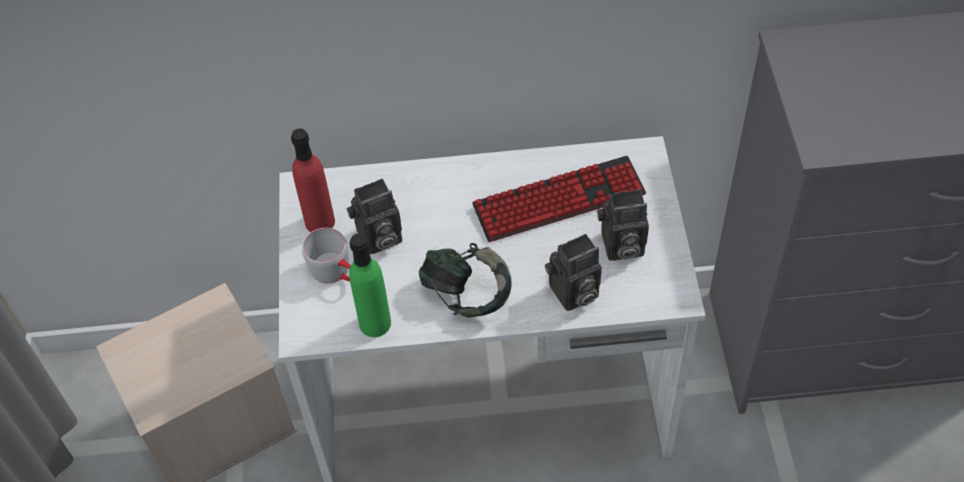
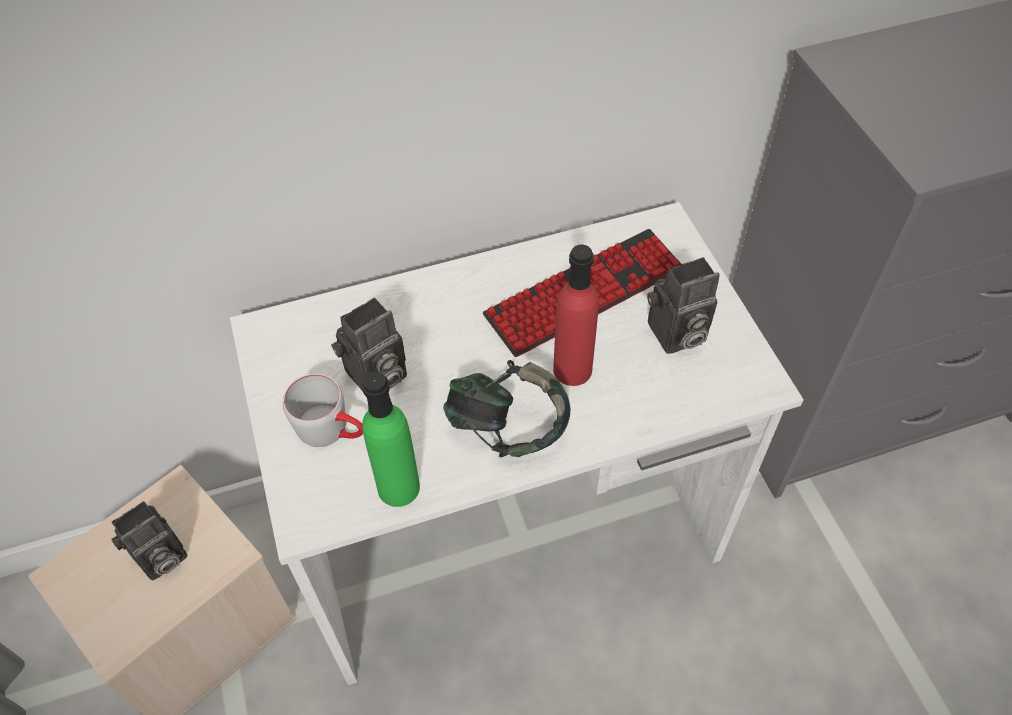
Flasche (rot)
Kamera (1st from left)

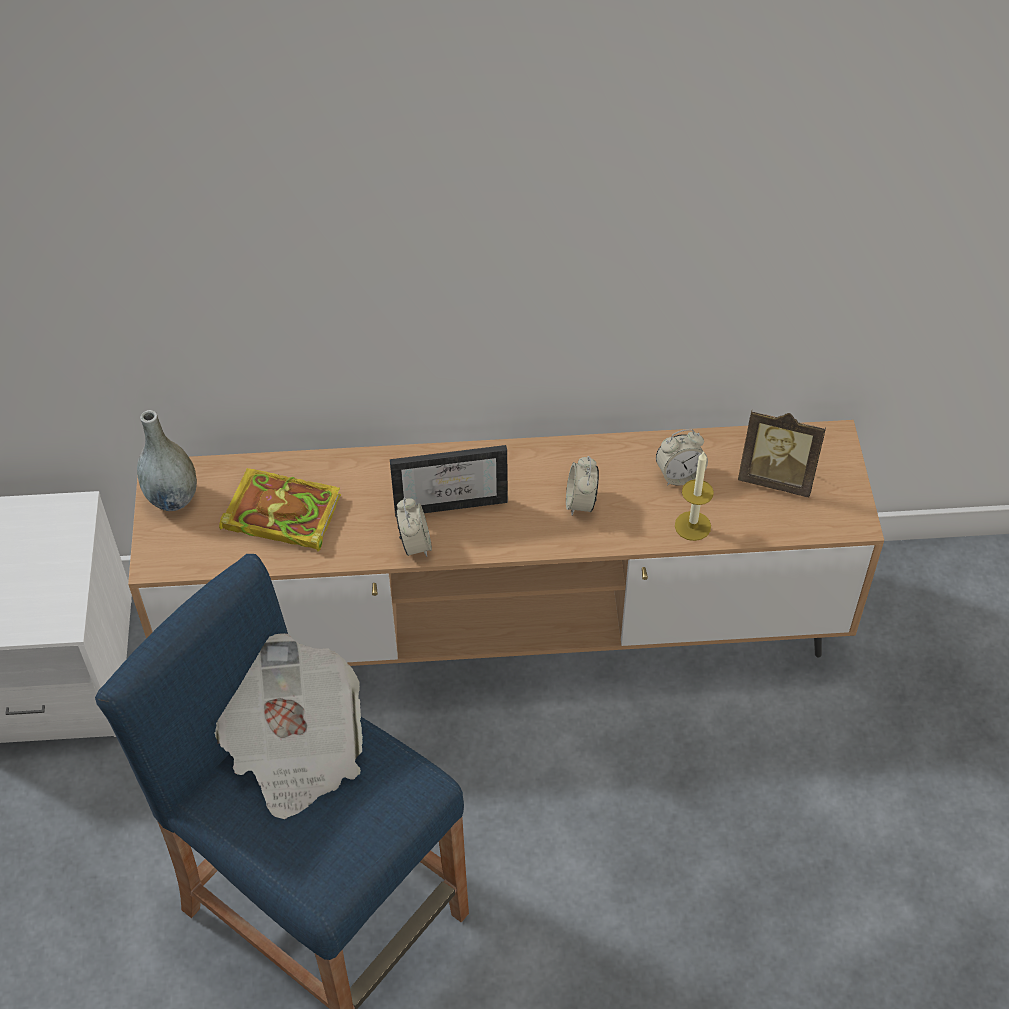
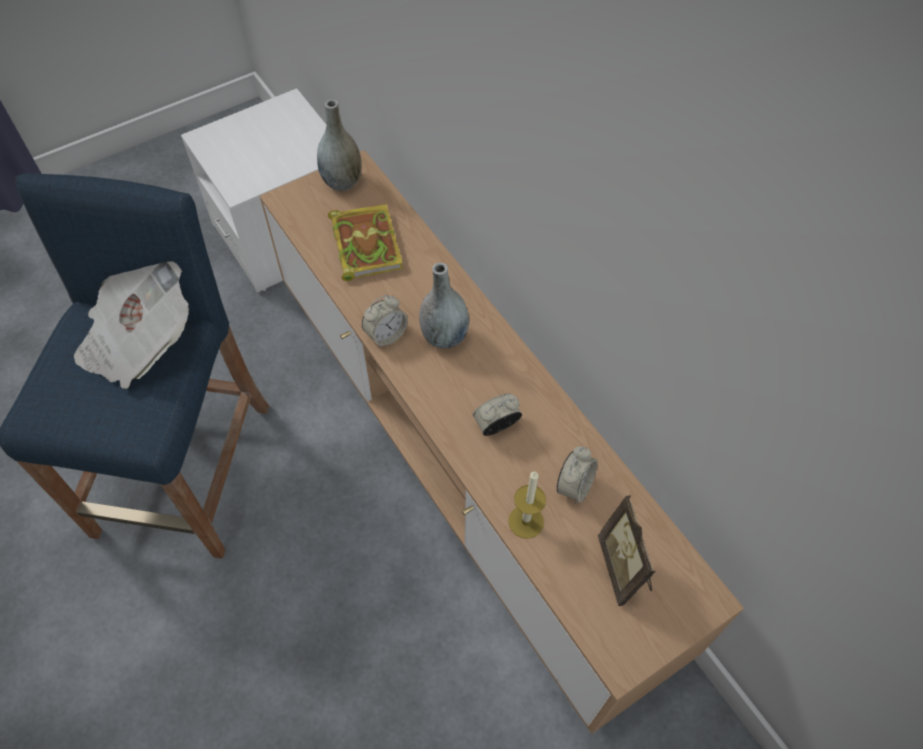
Vase (grau) (2nd from left)
Wecker (3rd from left)

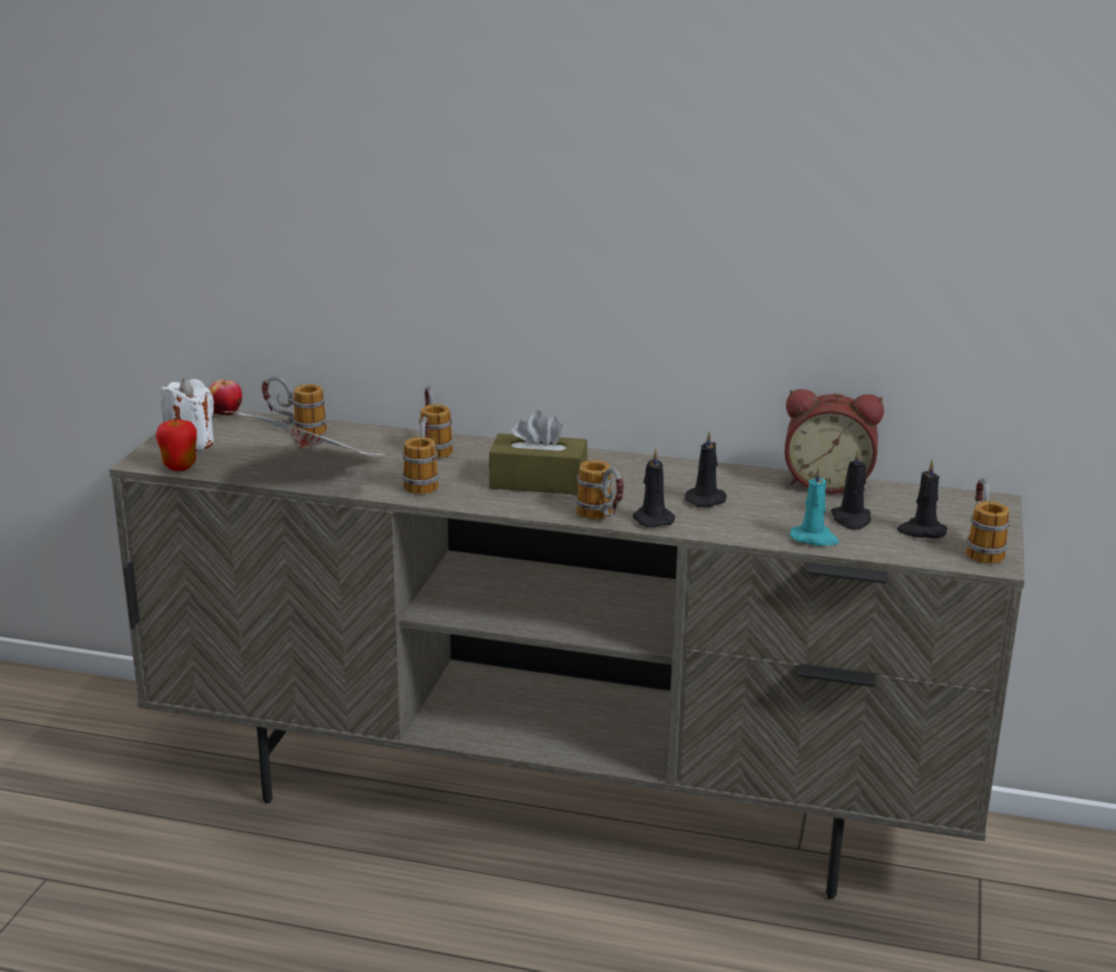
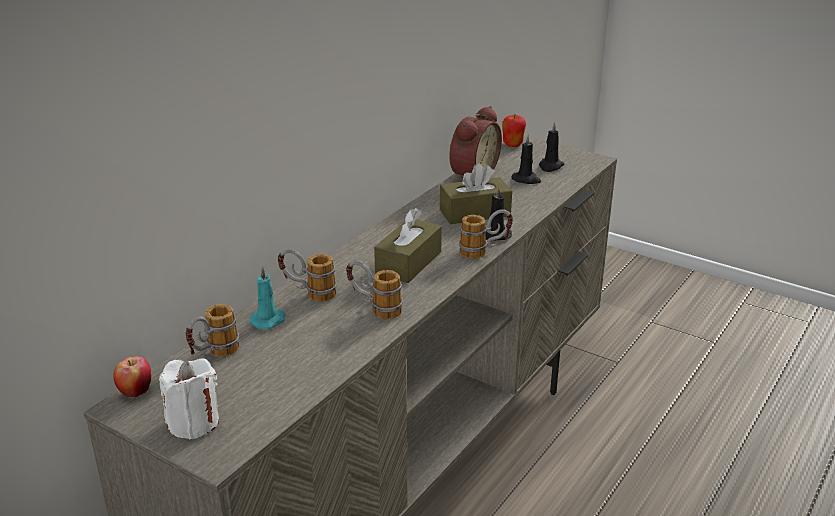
Apfel (2nd from left)
Zeitung
Taschentuchbox (braun) (2nd from left)
Kerze (türkis)
Henkelbecher (5th from left in the first image)

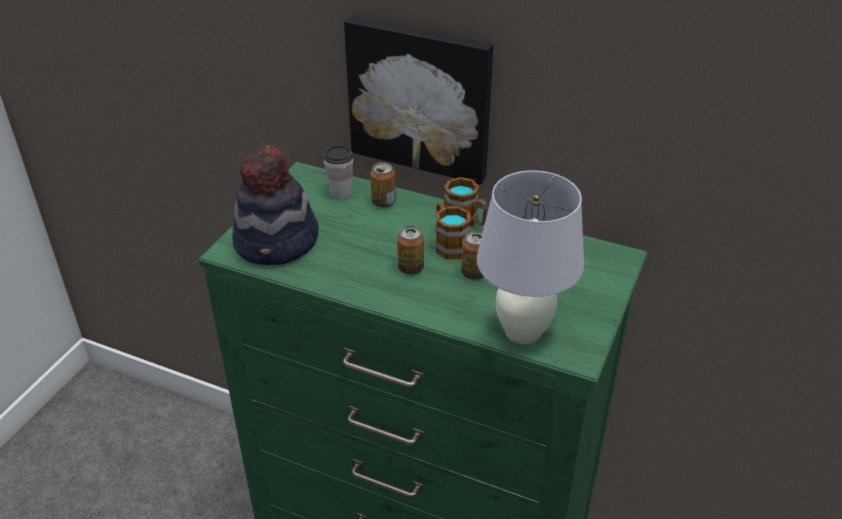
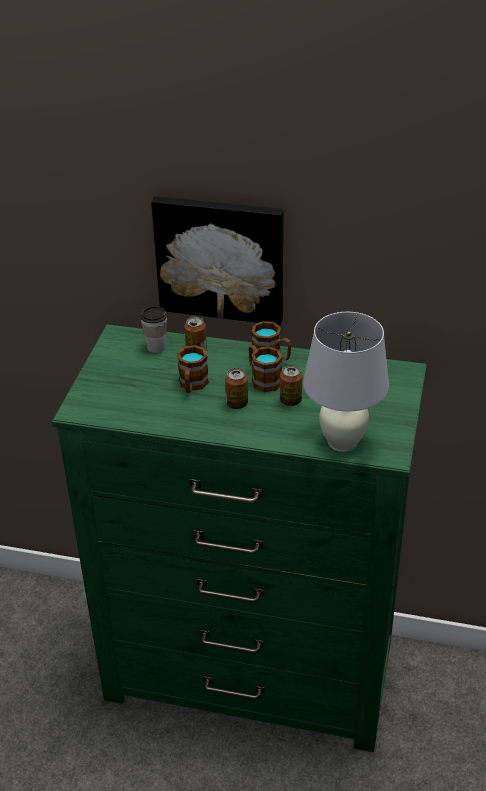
Hut
Henkelbecher (1st from left)

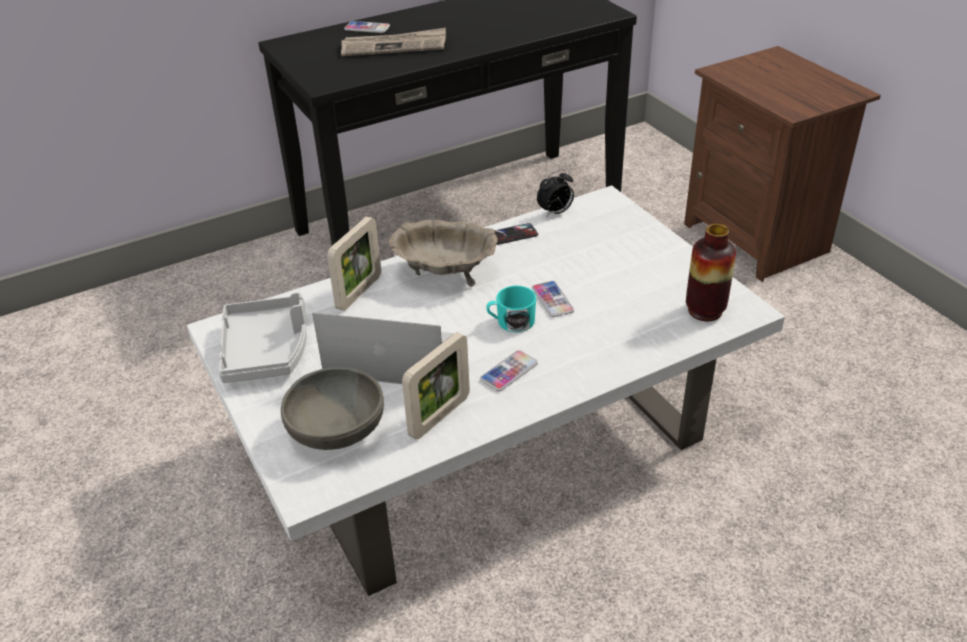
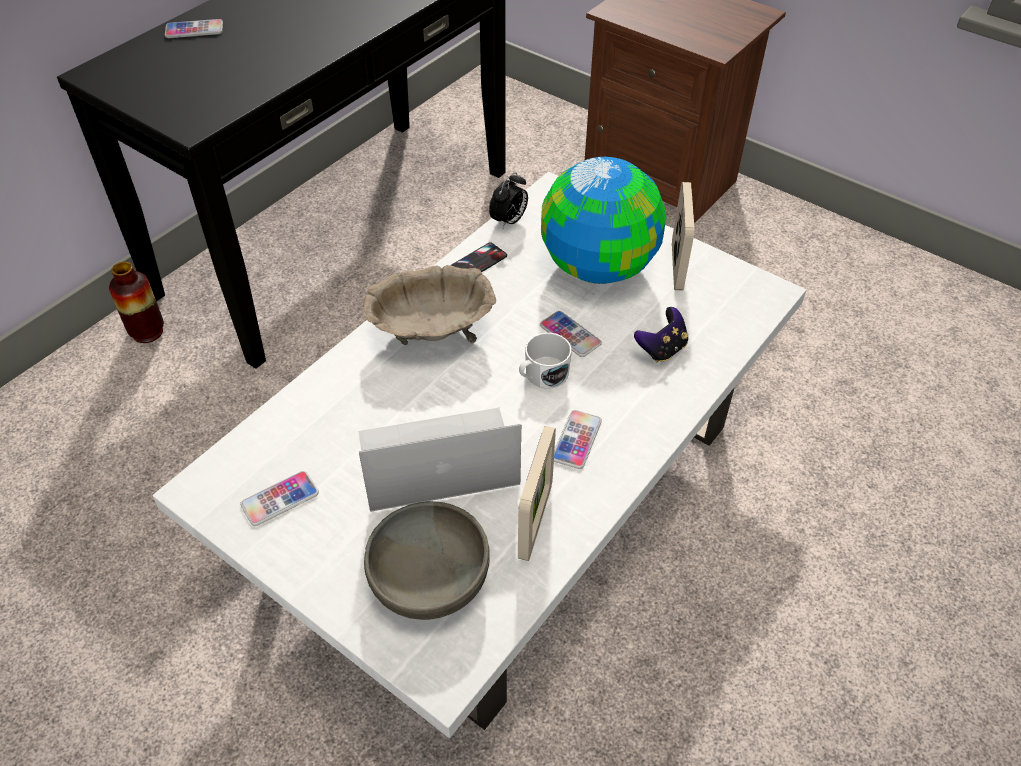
Handy (2nd from left)
Bilderrahmen (2nd from left)
Zeitung
Henkelbecher (weiß)
Vase
Globus
Gamepad

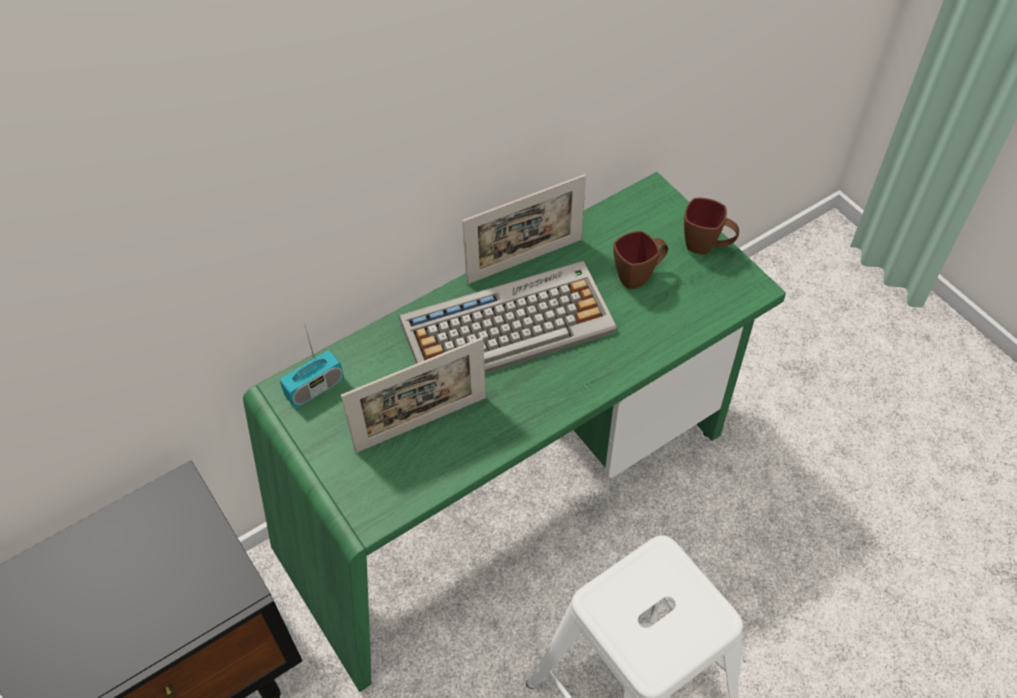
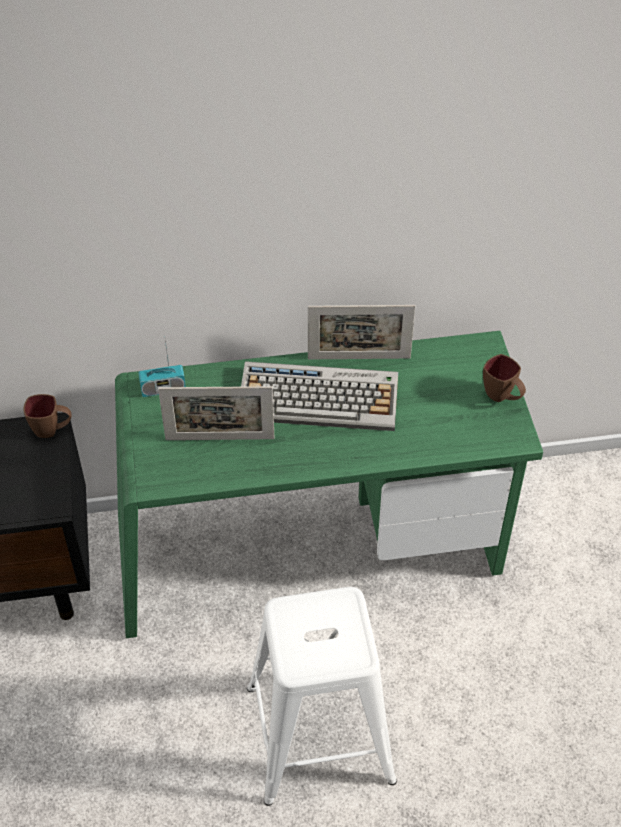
Henkelbecher (braun) (1st from left)

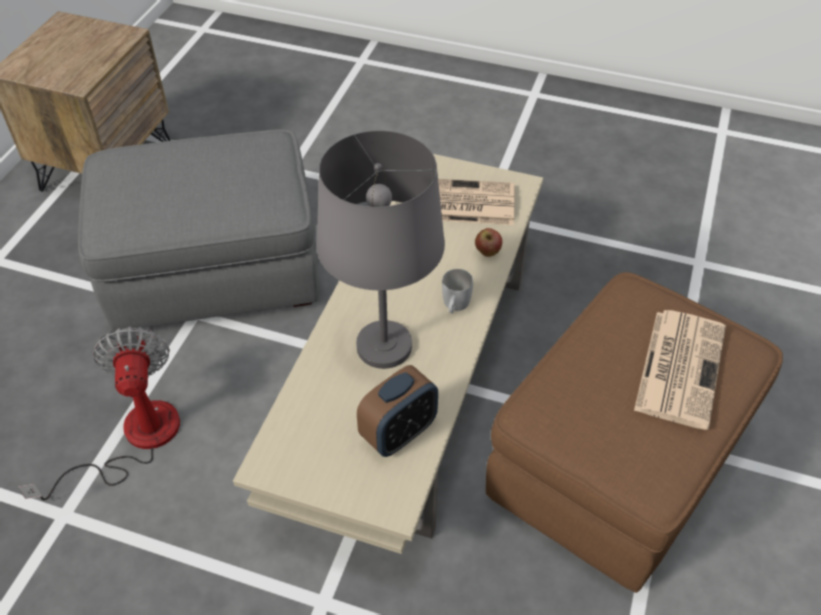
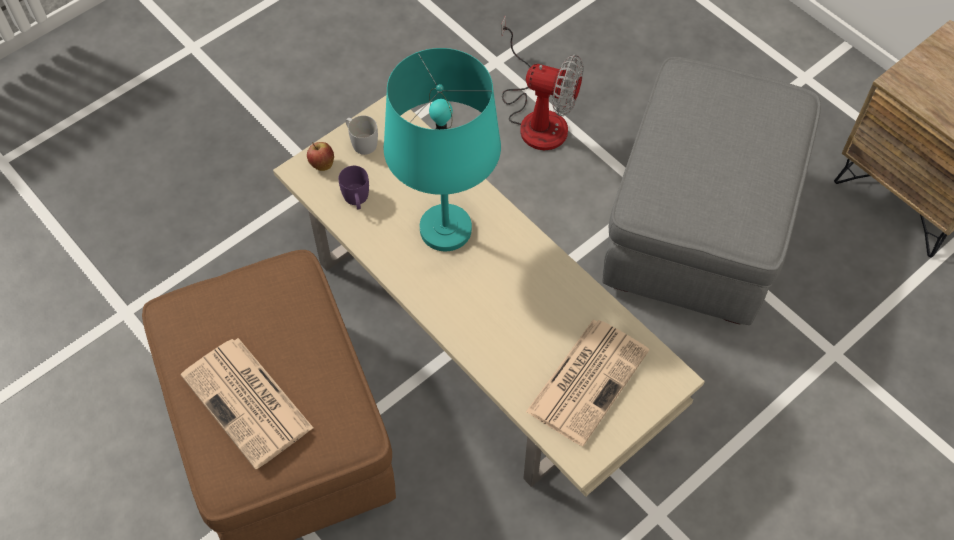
Tischlampe (türkis)
Henkelbecher (lila)
Henkelbecher (weiß)
Apfel

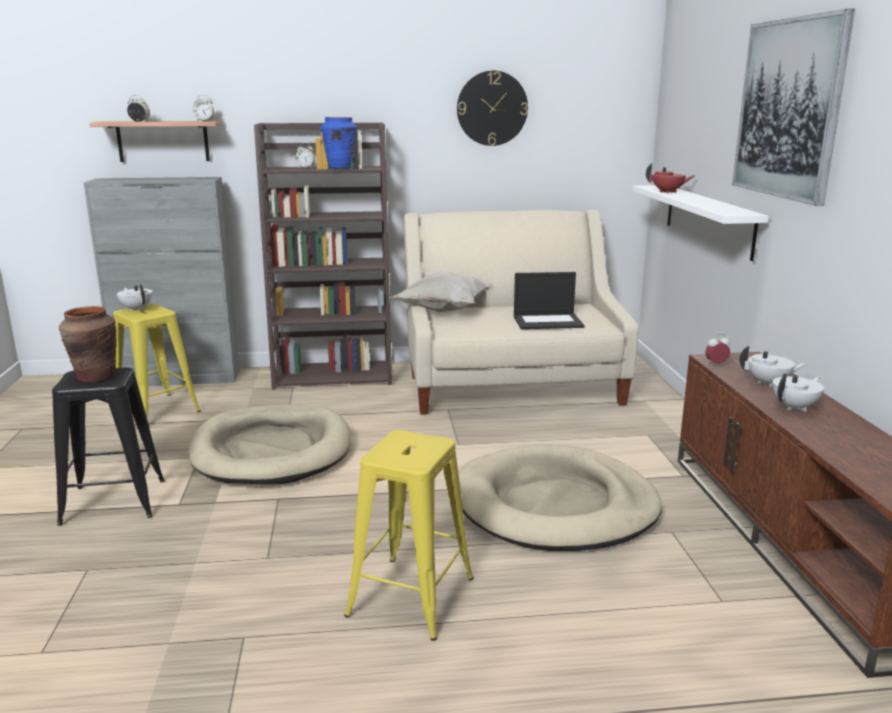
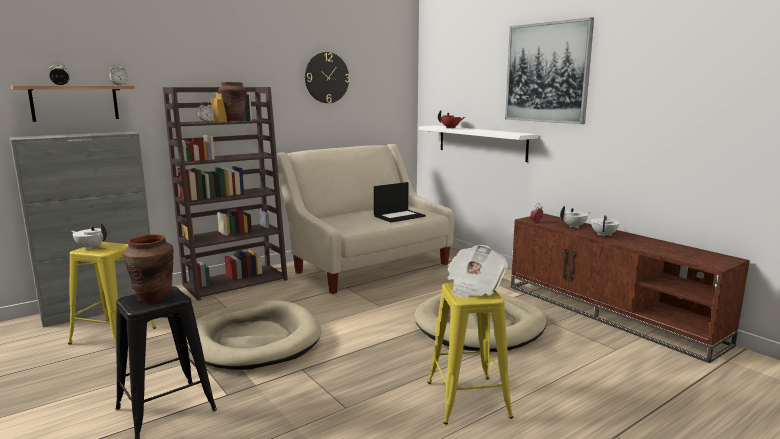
Vase (braun) (2nd from left)
Kissen (weiß)
Zeitung

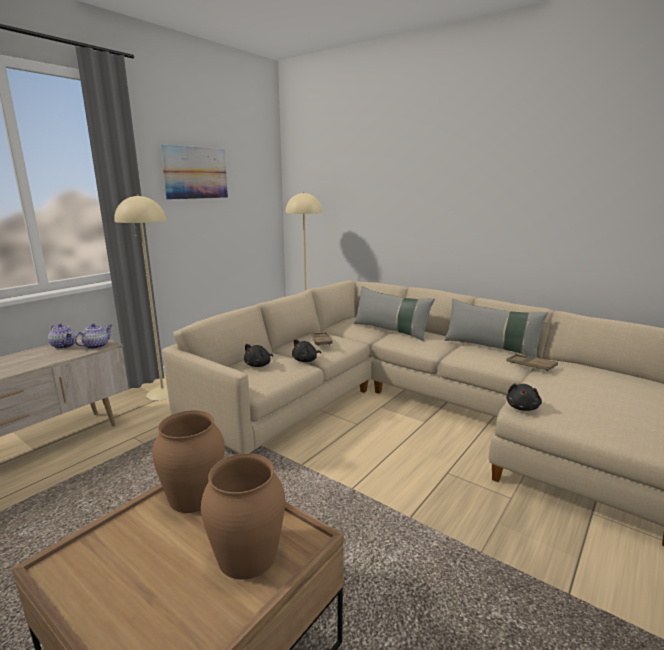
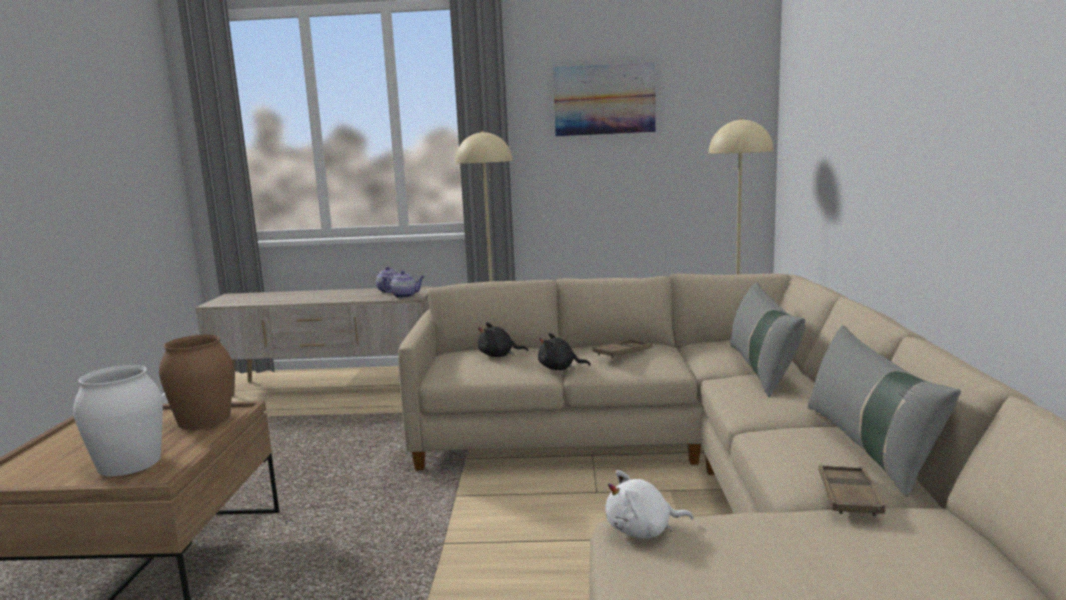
Vase (weiß)
Plüschtier (weiß)

